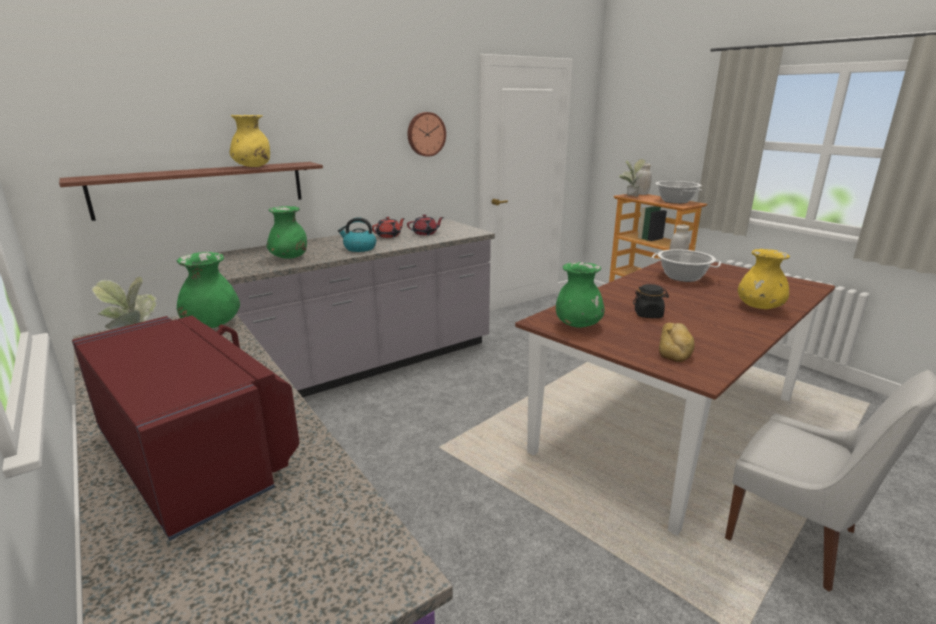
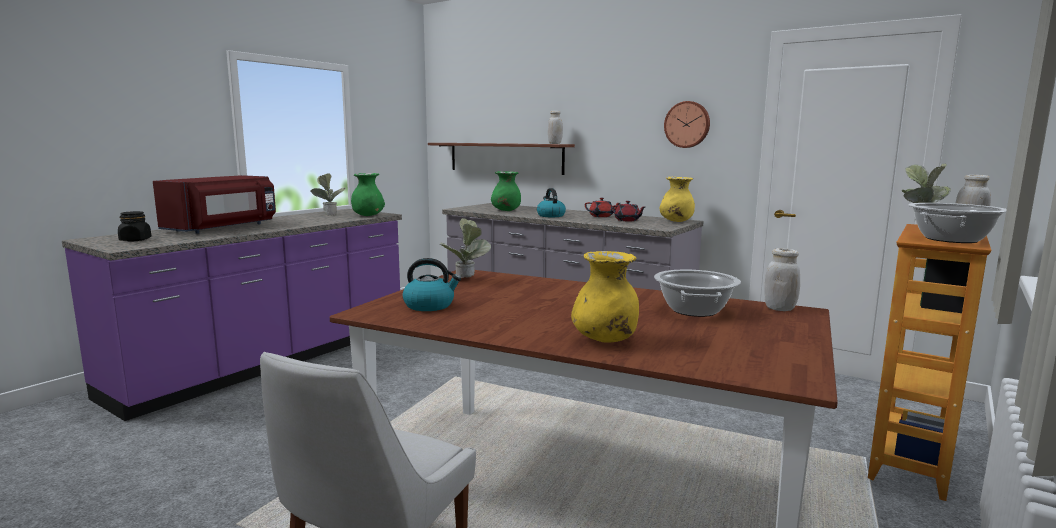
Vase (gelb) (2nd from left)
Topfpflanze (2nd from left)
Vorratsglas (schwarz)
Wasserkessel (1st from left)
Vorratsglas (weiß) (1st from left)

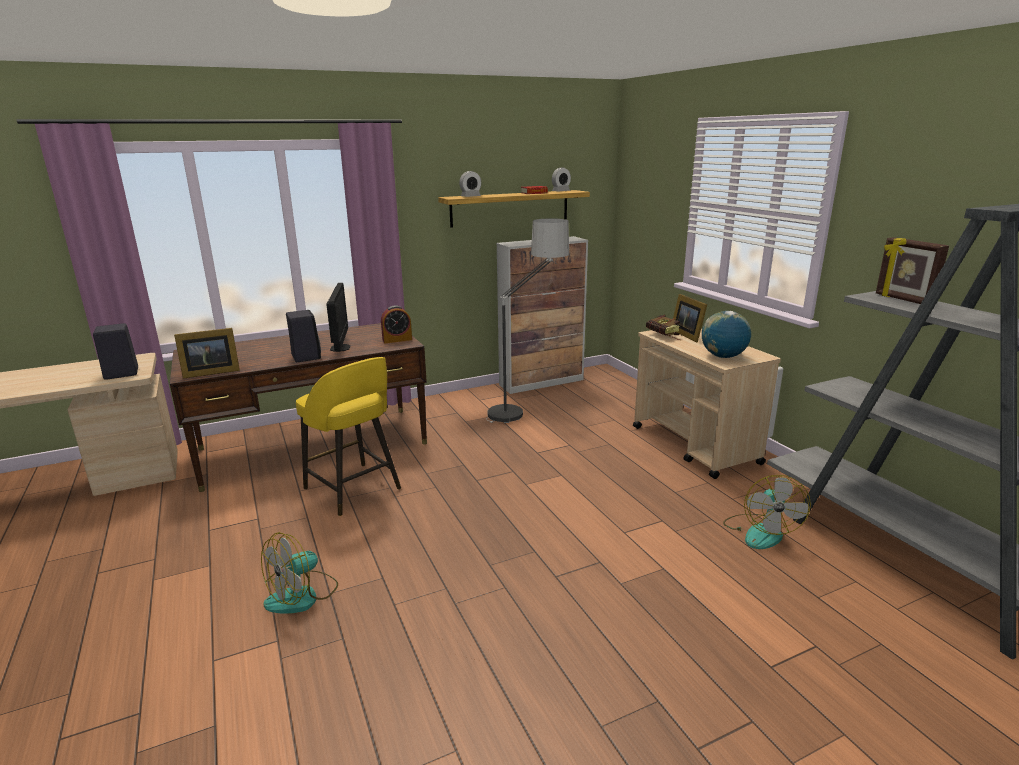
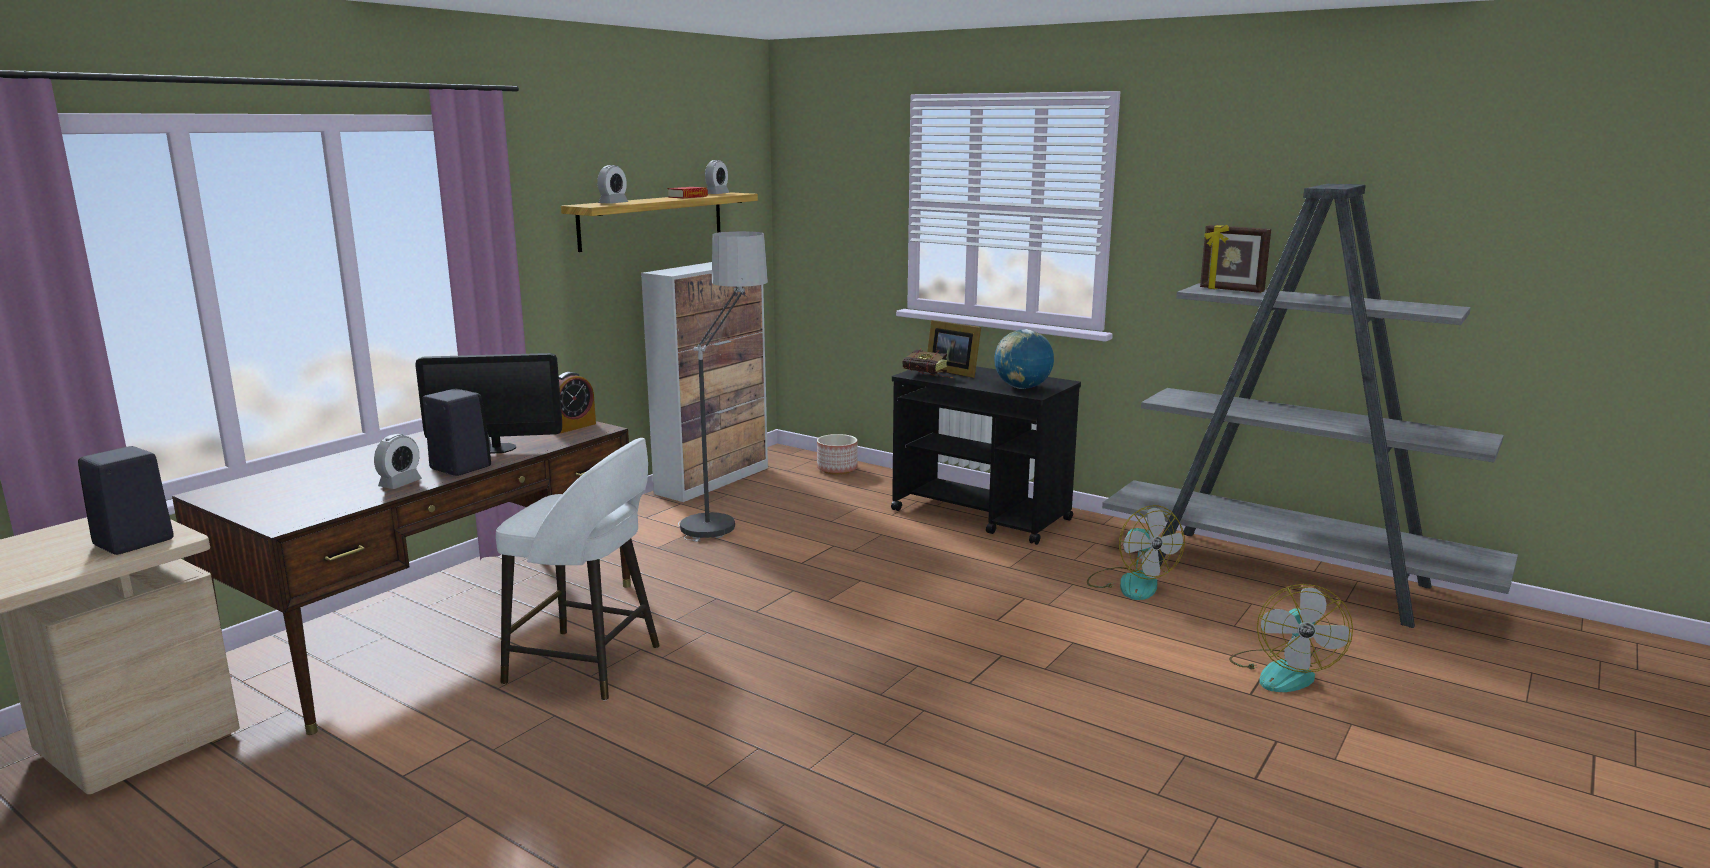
Bilderrahmen (1st from left in the first image)
Ventilator (2nd from left)
Hocker (weiß)
Monitor
Rollwagen (schwarz)
Wecker (1st from left)
Pflanzkübel

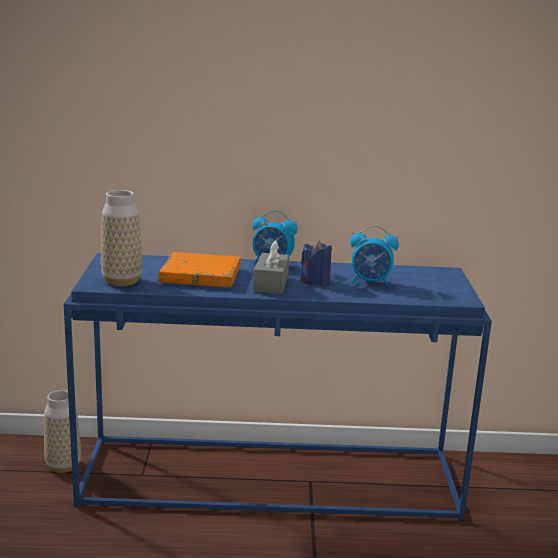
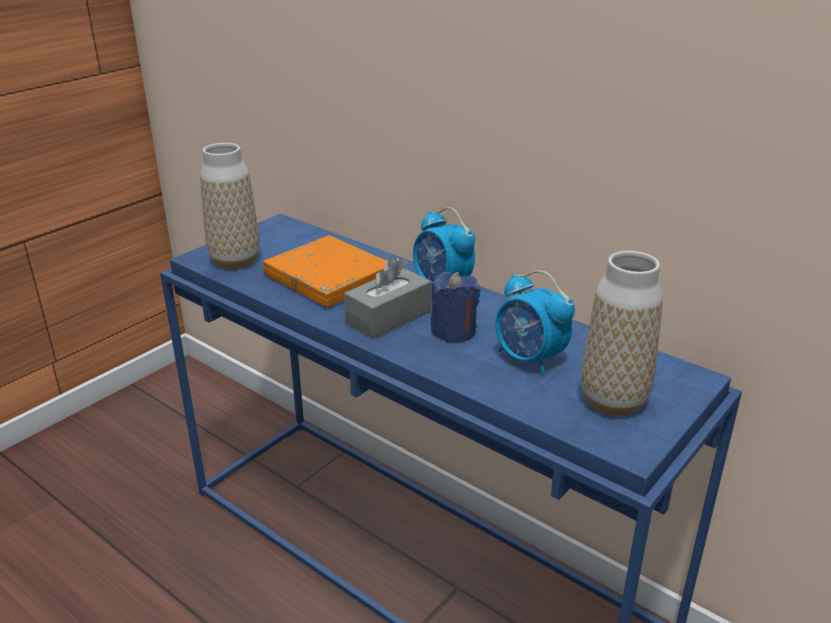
Vase (2nd from left)

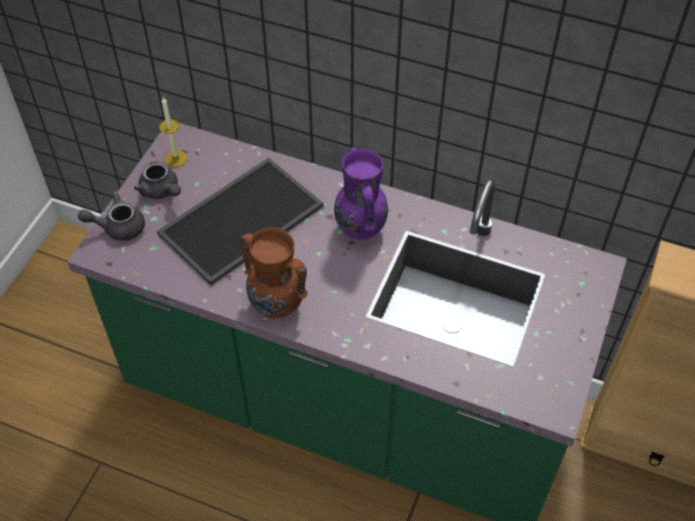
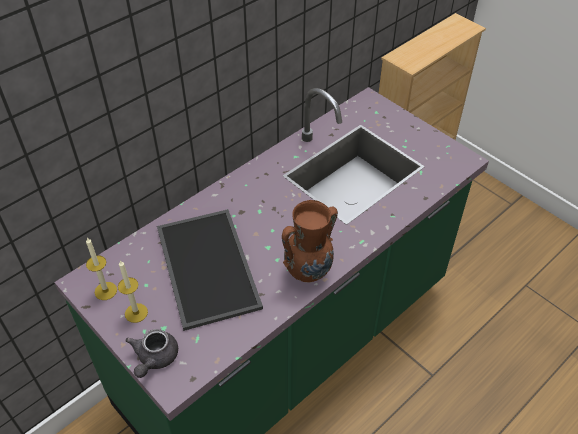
Kerze (2nd from left)
Vase (lila)

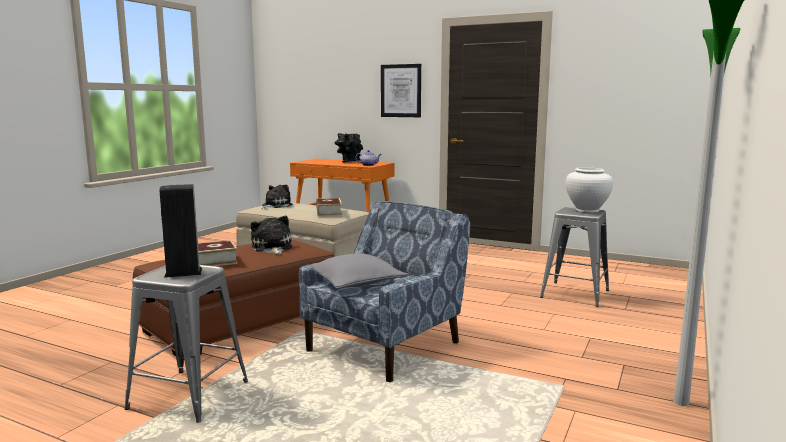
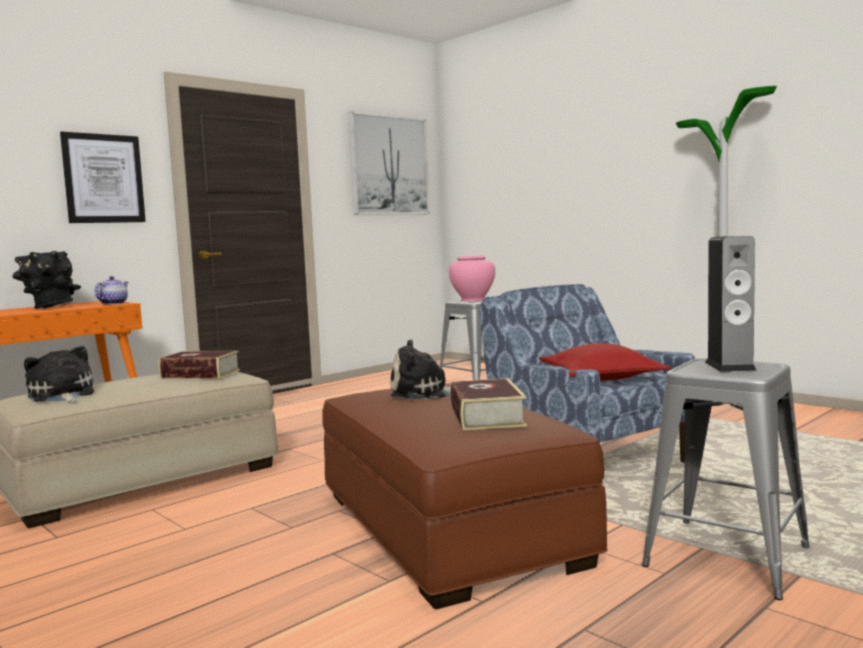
Kissen (rot)
Vase (rosa)
Bild (2nd from left)

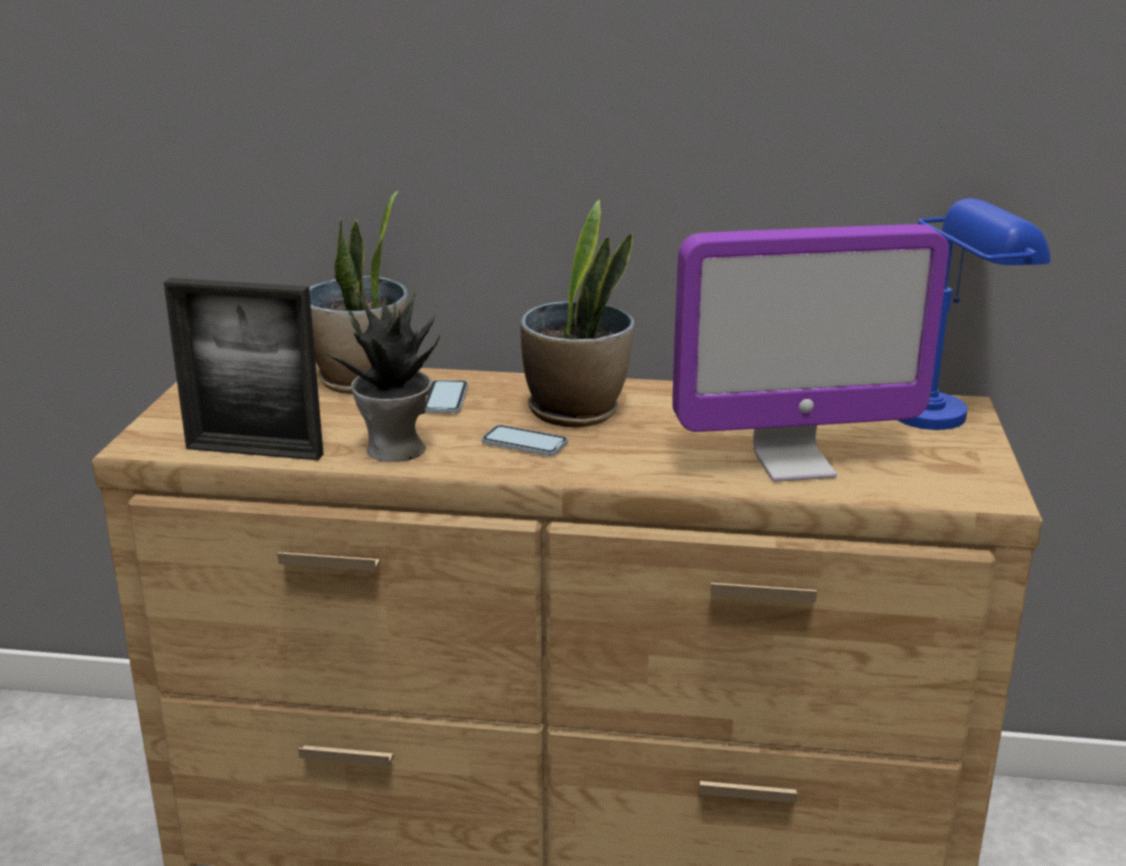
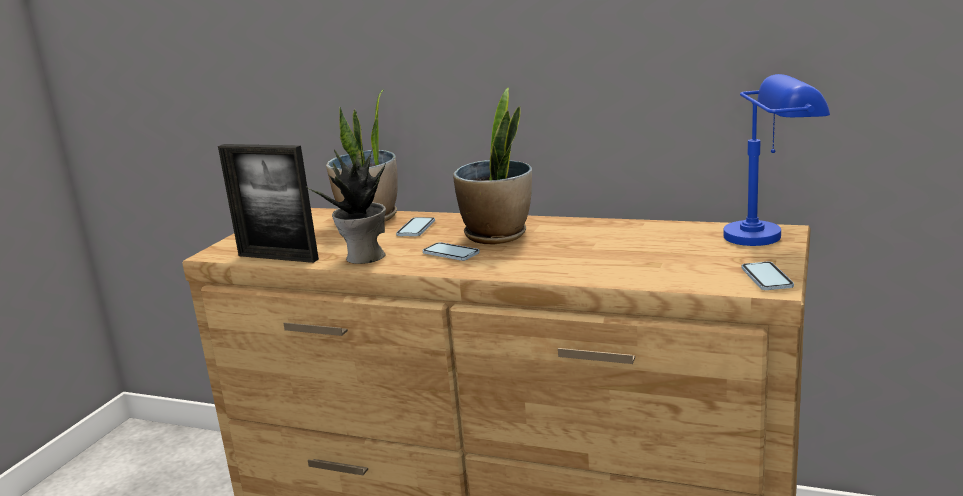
Monitor
Handy (3rd from left)

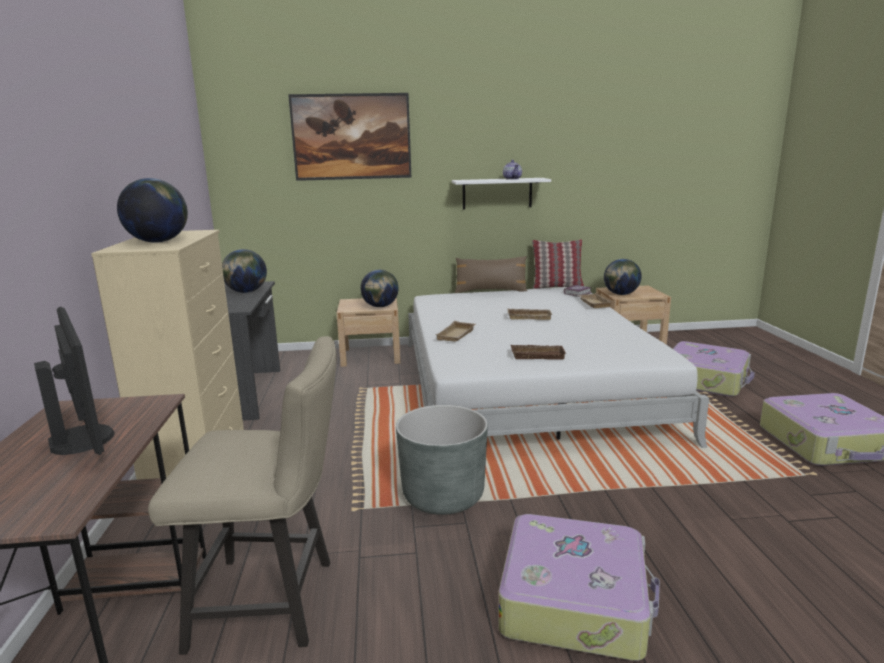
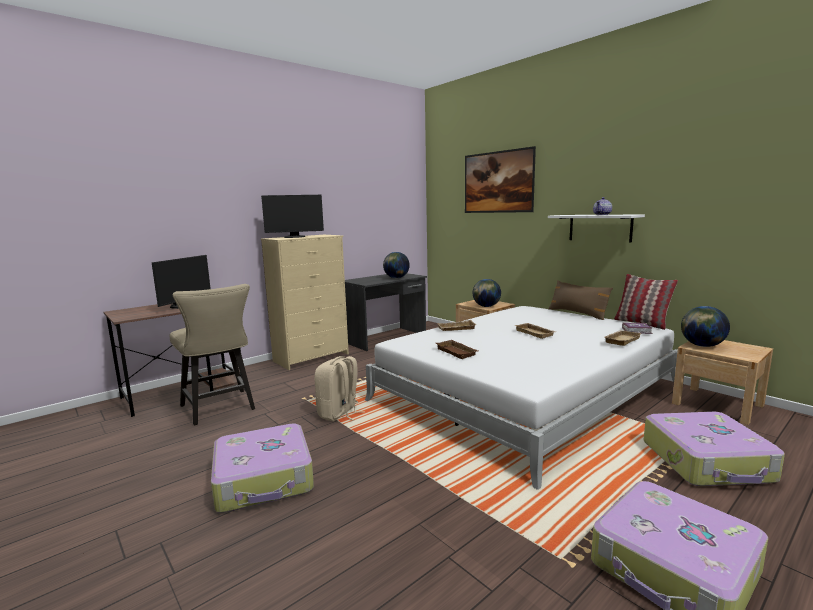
Monitor (2nd from left)
Rucksack (beige)

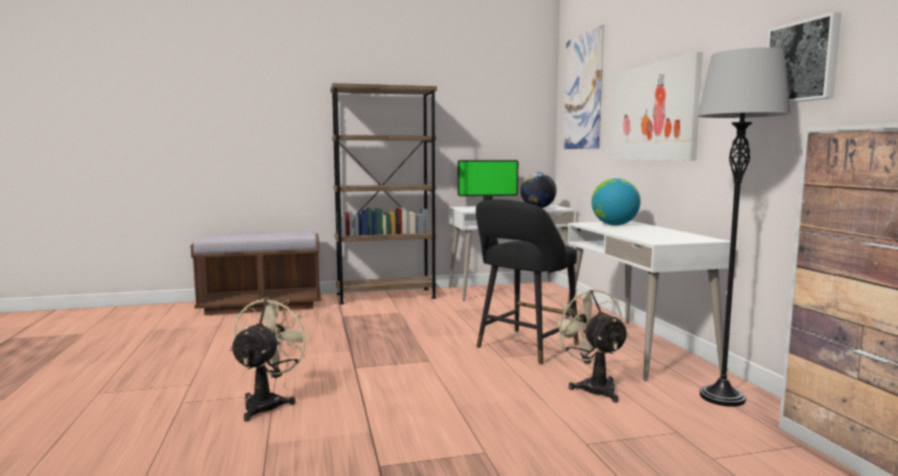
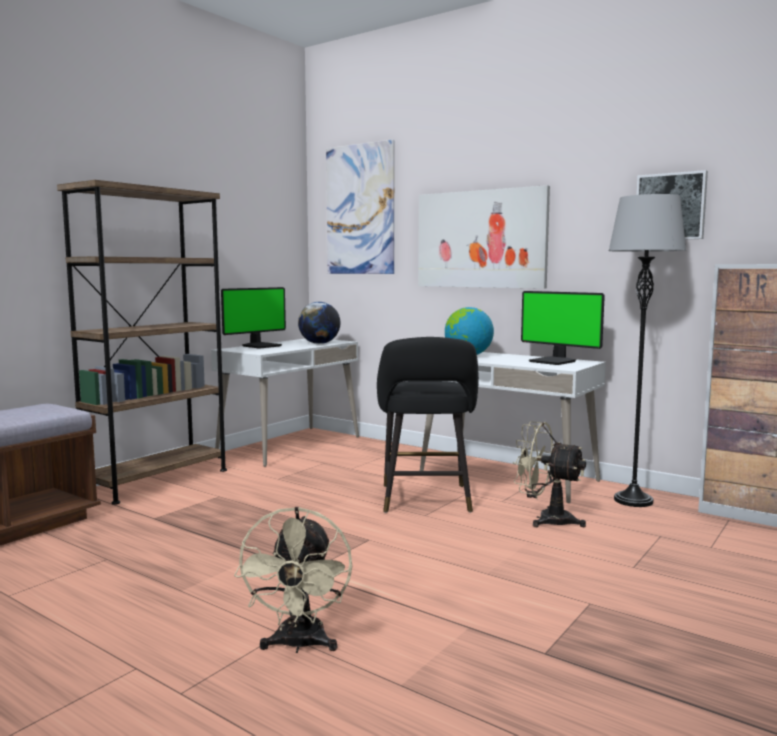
Ventilator (beige) (1st from left)
Monitor (2nd from left)

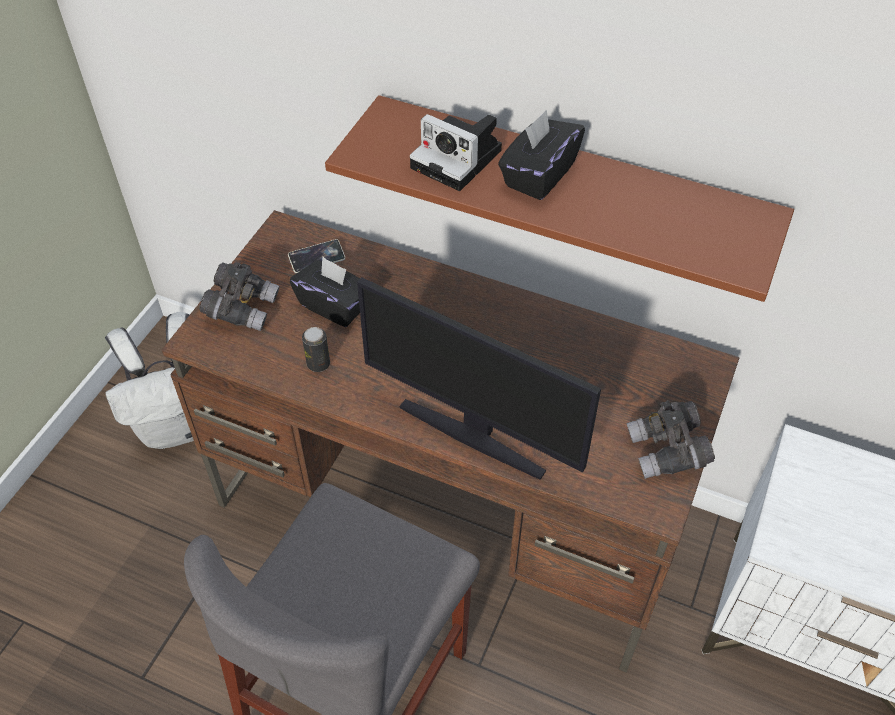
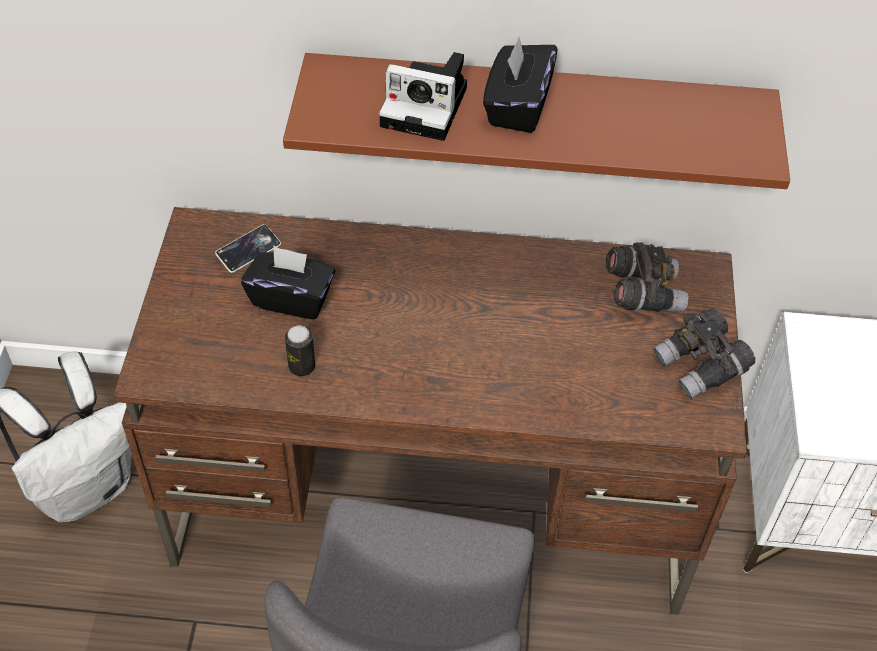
Fernglas (grau) (1st from left)
Monitor

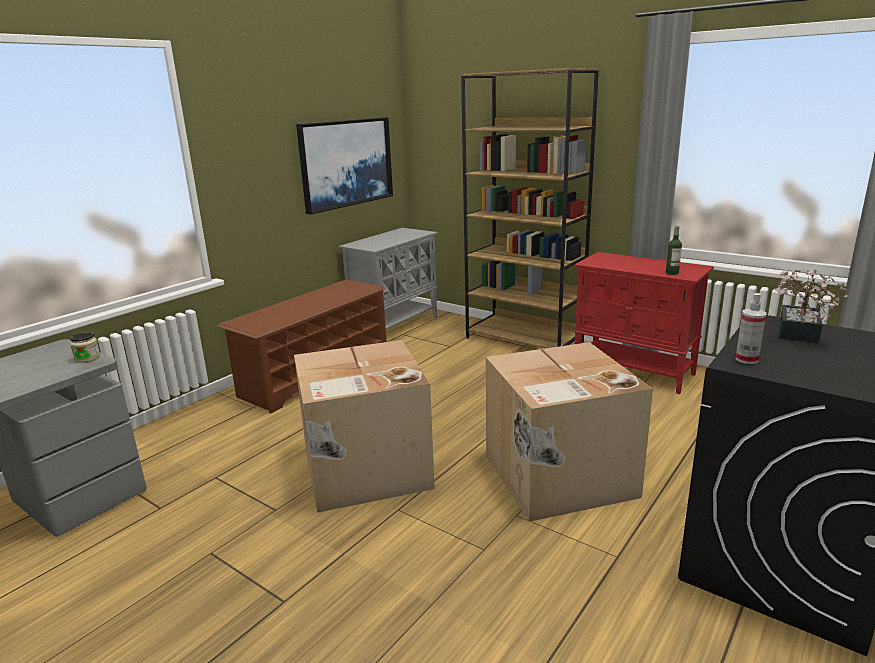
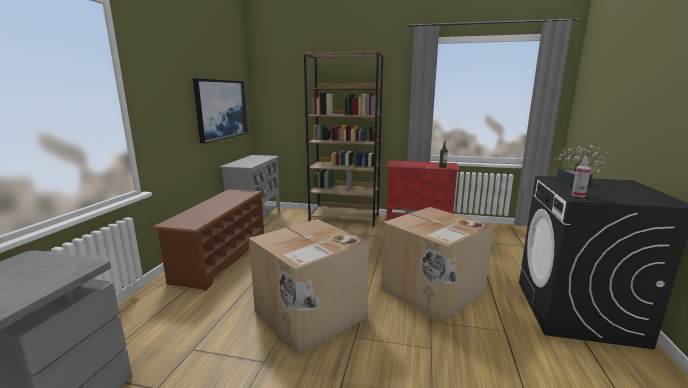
Vorratsglas

